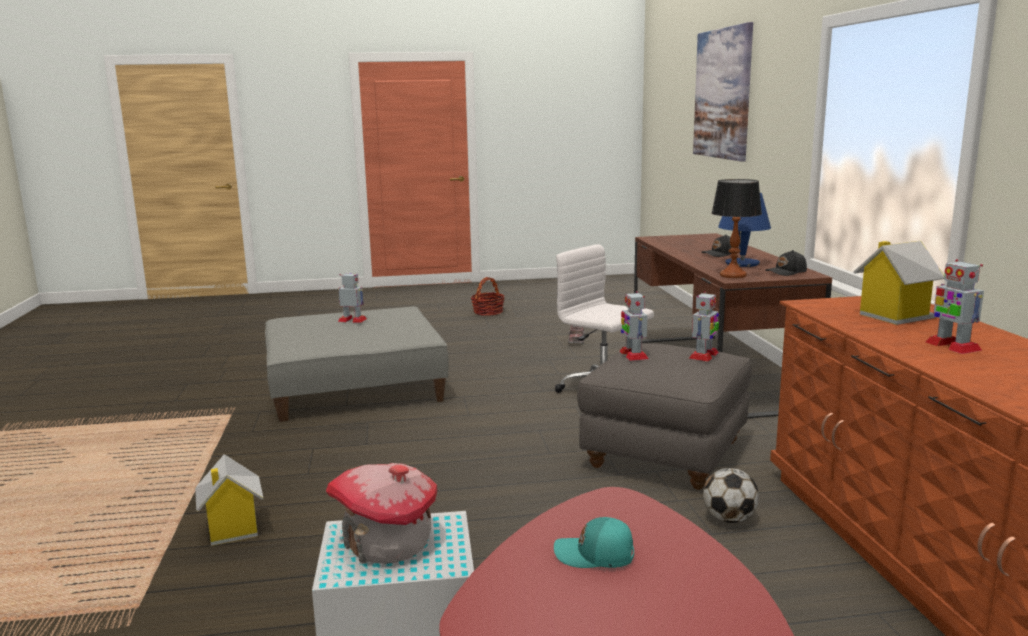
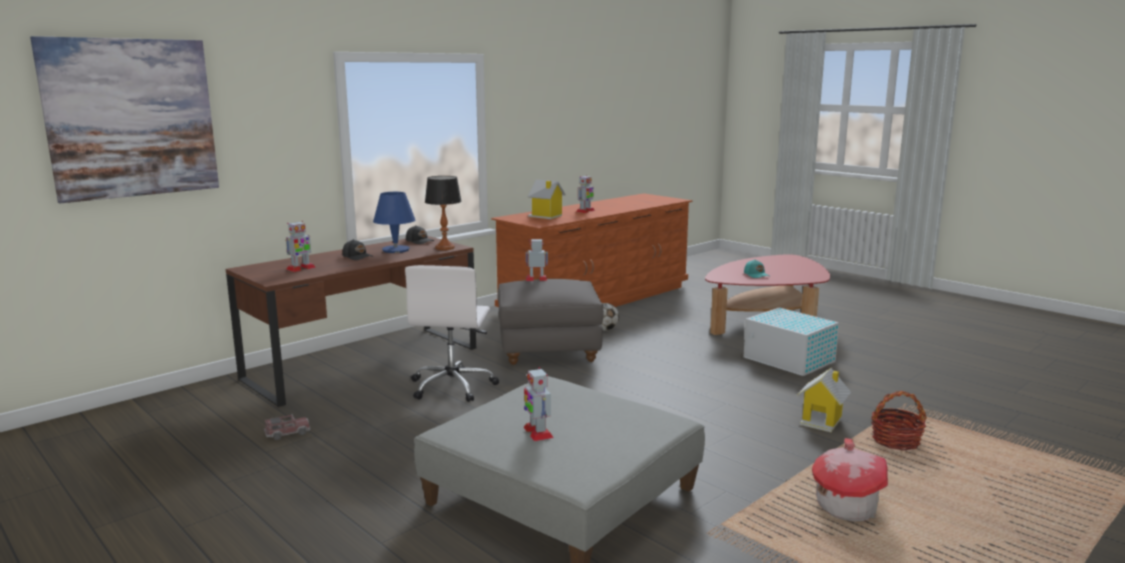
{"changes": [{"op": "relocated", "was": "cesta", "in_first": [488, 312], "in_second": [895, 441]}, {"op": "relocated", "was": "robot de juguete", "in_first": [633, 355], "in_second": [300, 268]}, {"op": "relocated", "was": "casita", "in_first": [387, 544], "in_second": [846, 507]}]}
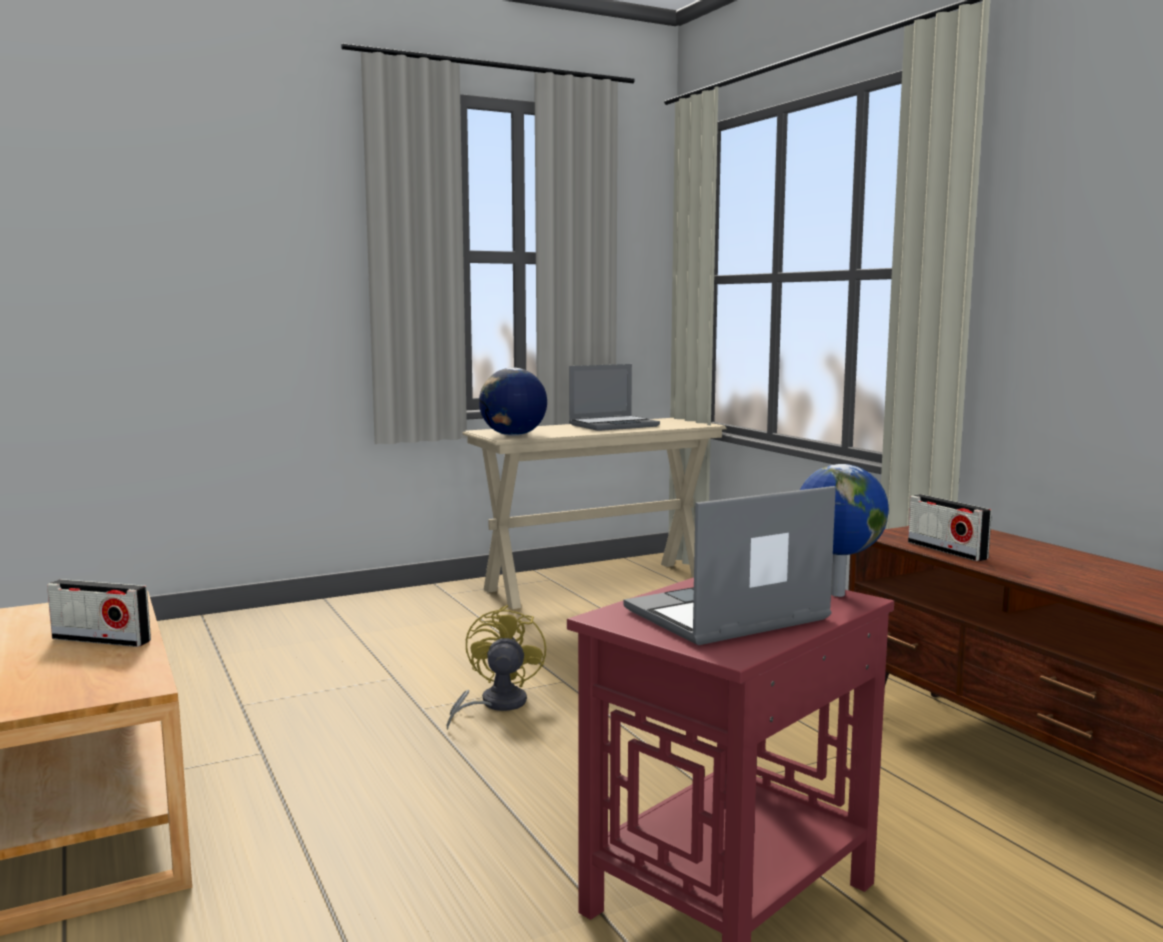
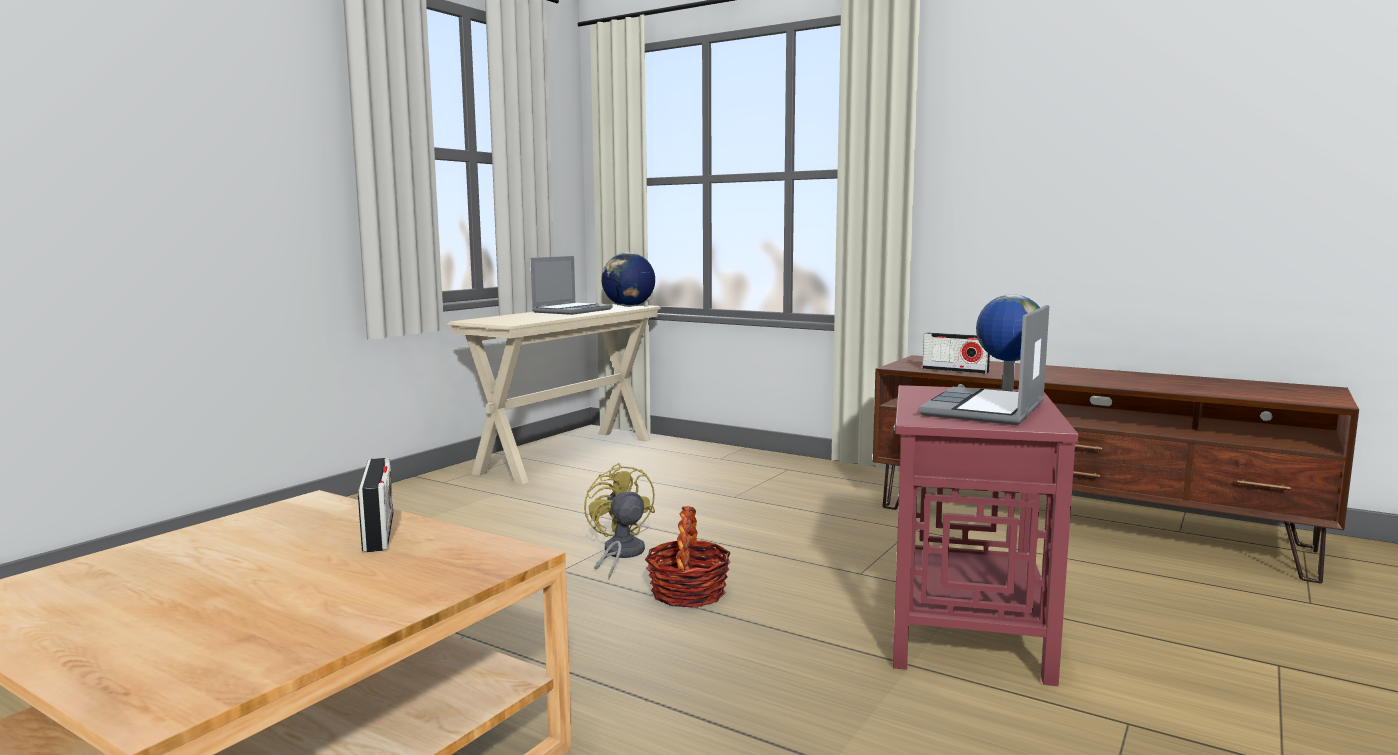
{"changes": [{"op": "relocated", "was": "globo terráqueo", "in_first": [513, 435], "in_second": [628, 306]}, {"op": "spun", "was": "radio", "in_first": [101, 640], "in_second": [379, 532], "clockwise": -90}, {"op": "appeared", "now": "cesta", "in_second": [688, 593]}]}
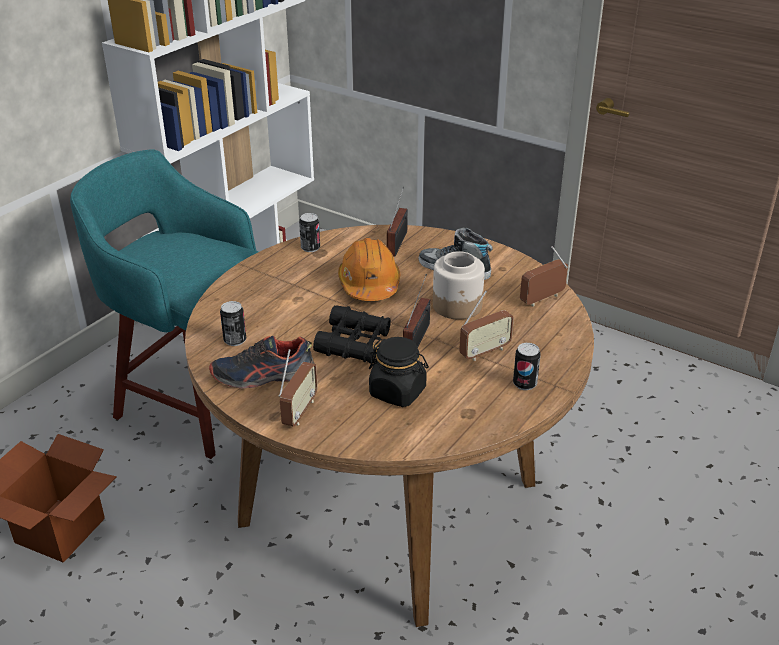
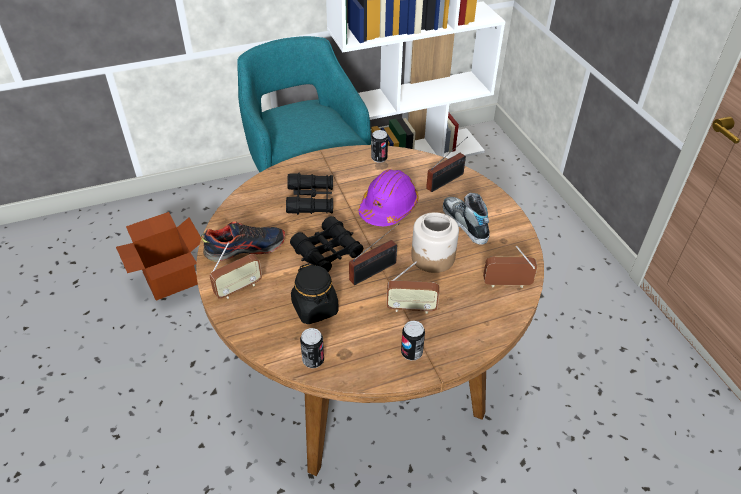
{"changes": [{"op": "colour", "was": "casco/naranja", "now": "casco/morado", "in_first": [369, 284], "in_second": [388, 208]}, {"op": "relocated", "was": "lata", "in_first": [235, 340], "in_second": [313, 360]}, {"op": "spun", "was": "zapato", "in_first": [263, 376], "in_second": [245, 248], "clockwise": 135}, {"op": "appeared", "now": "prismáticos/negro", "in_second": [311, 200]}]}
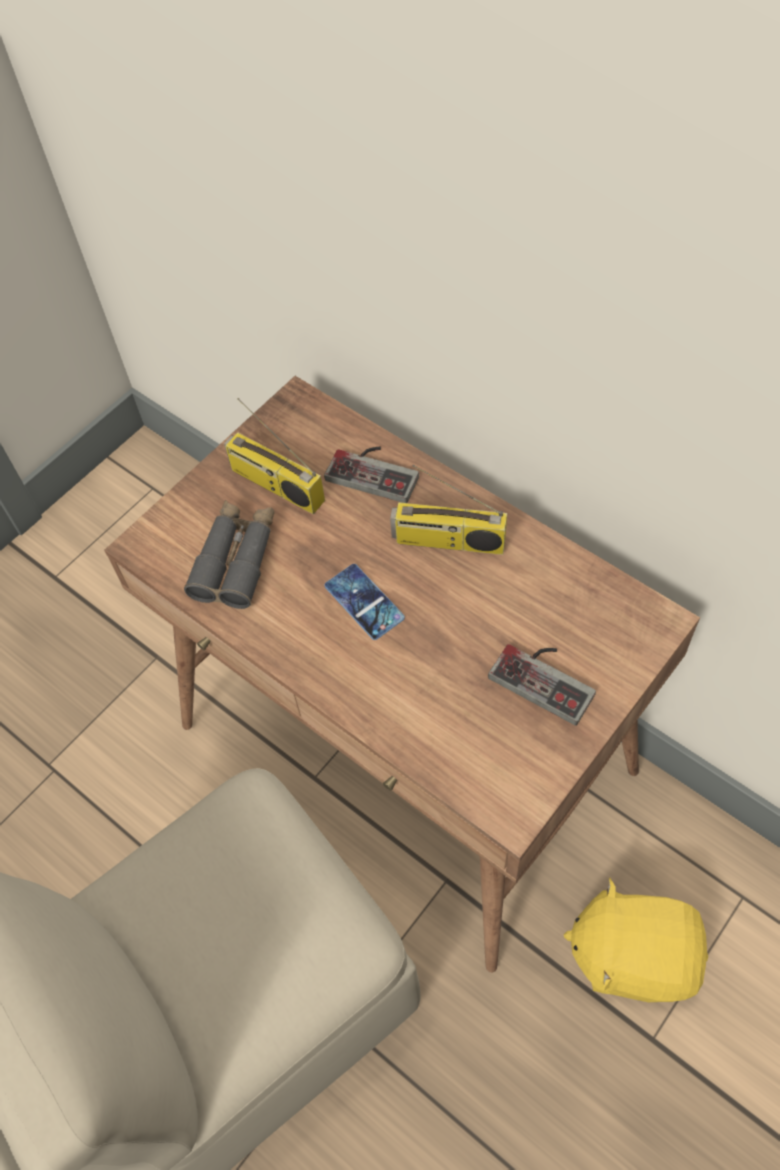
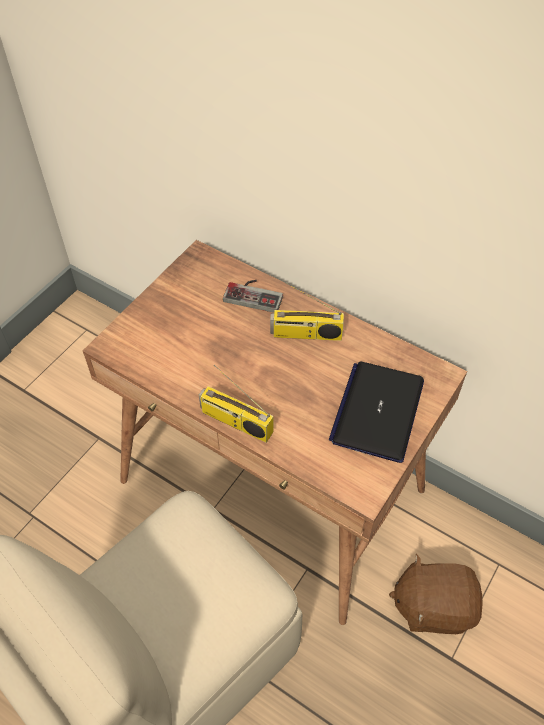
{"changes": [{"op": "relocated", "was": "radio", "in_first": [275, 485], "in_second": [235, 422]}, {"op": "missing", "was": "prismáticos/gris", "in_first": [236, 560]}, {"op": "missing", "was": "móvil", "in_first": [364, 602]}, {"op": "exchanged", "was": "mando de consola", "now": "portátil", "in_first": [547, 677], "in_second": [377, 411]}, {"op": "colour", "was": "peluche/amarillo", "now": "peluche/marrón", "in_first": [633, 954], "in_second": [433, 606]}]}
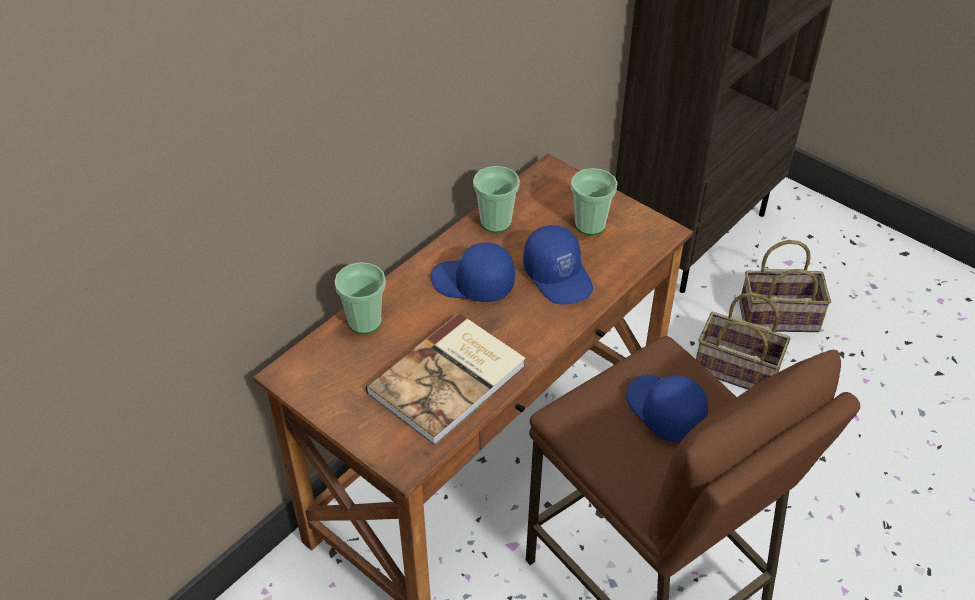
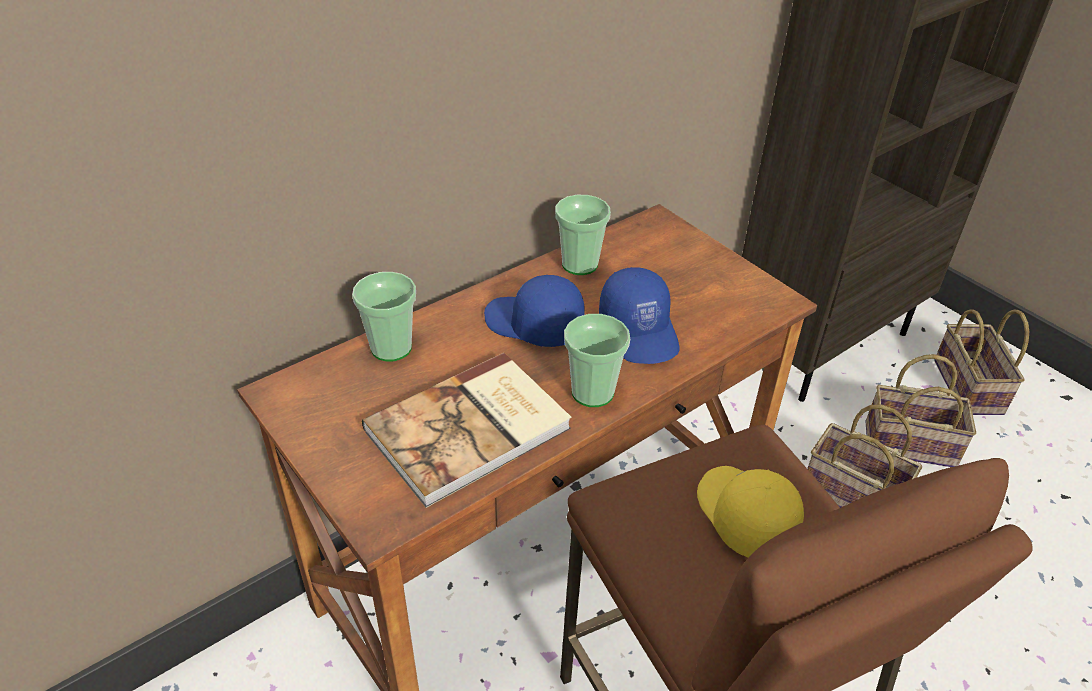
{"changes": [{"op": "relocated", "was": "taza", "in_first": [590, 225], "in_second": [592, 392]}, {"op": "colour", "was": "gorra/azul", "now": "gorra/amarillo", "in_first": [663, 411], "in_second": [743, 516]}, {"op": "appeared", "now": "cesta", "in_second": [970, 388]}]}
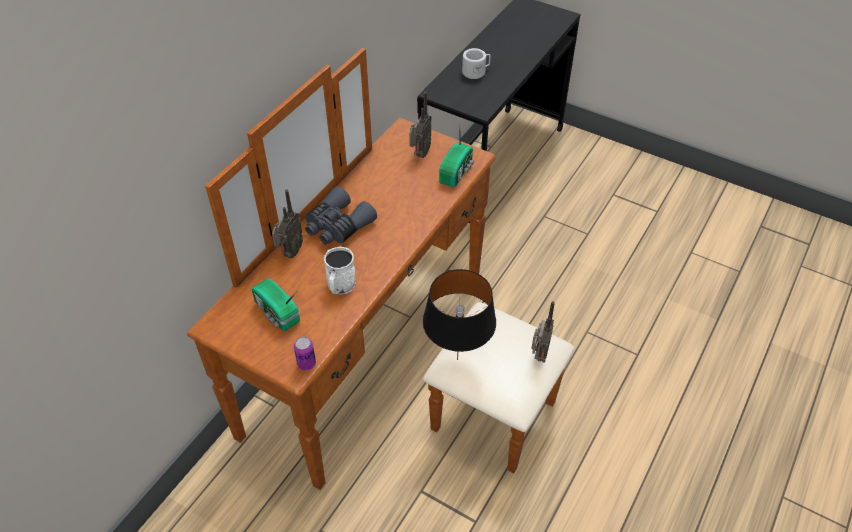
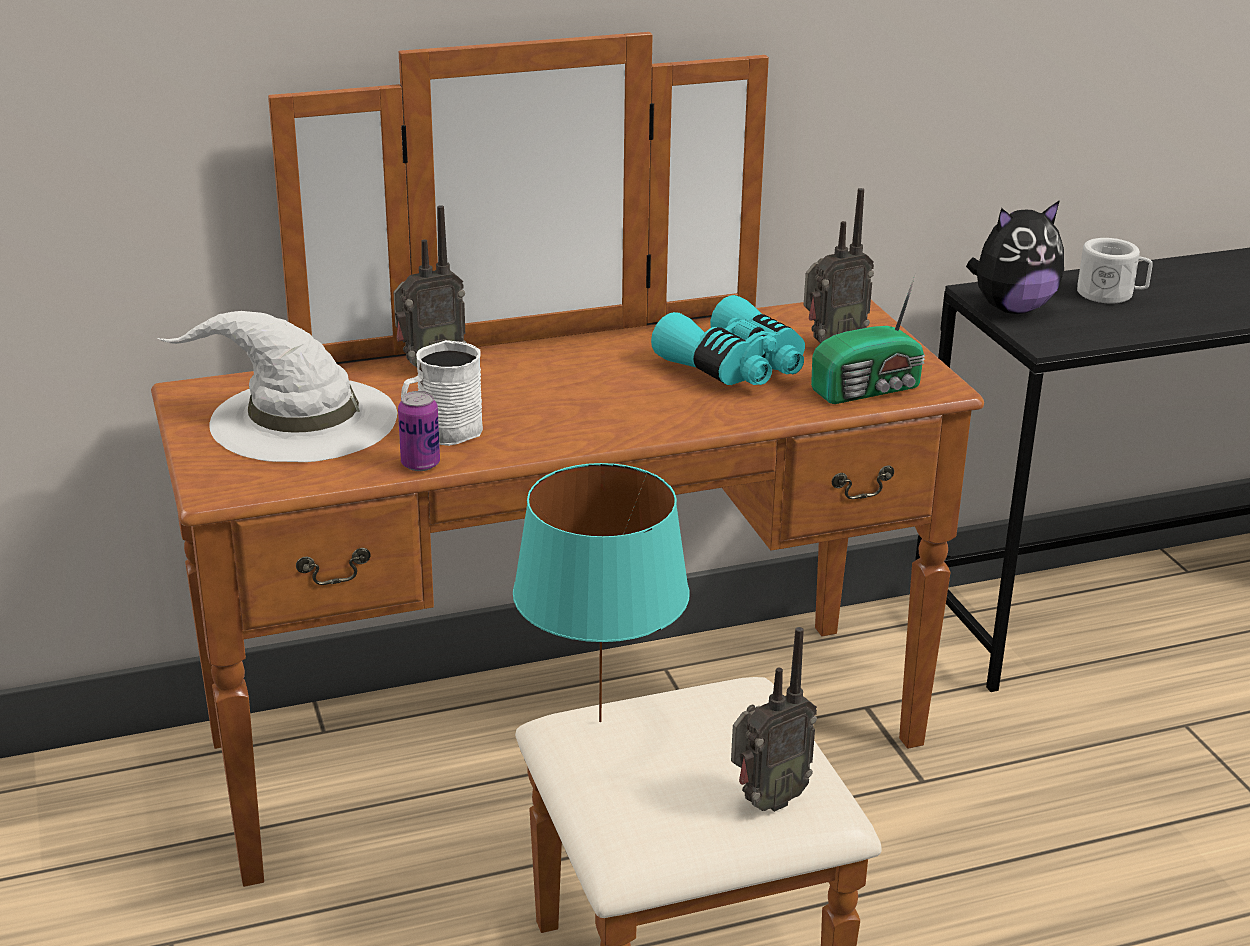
{"changes": [{"op": "missing", "was": "prismáticos/gris", "in_first": [337, 226]}, {"op": "colour", "was": "lámpara de mesa/negro", "now": "lámpara de mesa/turquesa", "in_first": [456, 359], "in_second": [599, 720]}, {"op": "exchanged", "was": "radio", "now": "sombrero/blanco", "in_first": [277, 313], "in_second": [300, 419]}, {"op": "relocated", "was": "lata", "in_first": [306, 363], "in_second": [420, 464]}, {"op": "appeared", "now": "peluche", "in_second": [1011, 308]}, {"op": "appeared", "now": "prismáticos/turquesa", "in_second": [736, 367]}]}
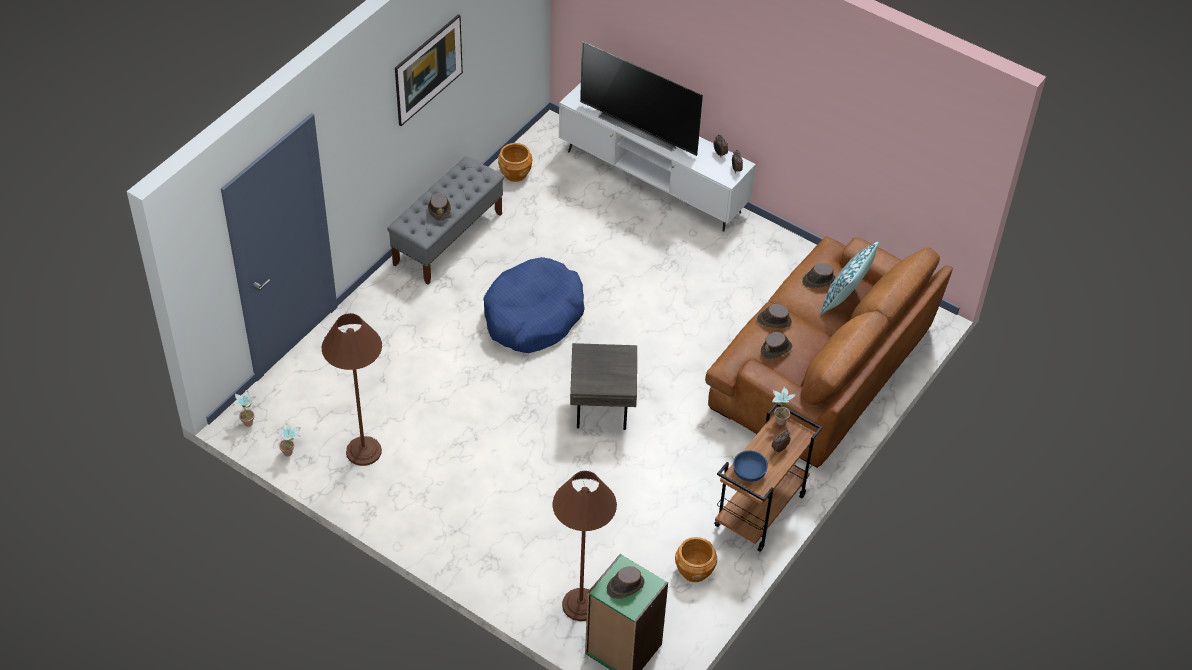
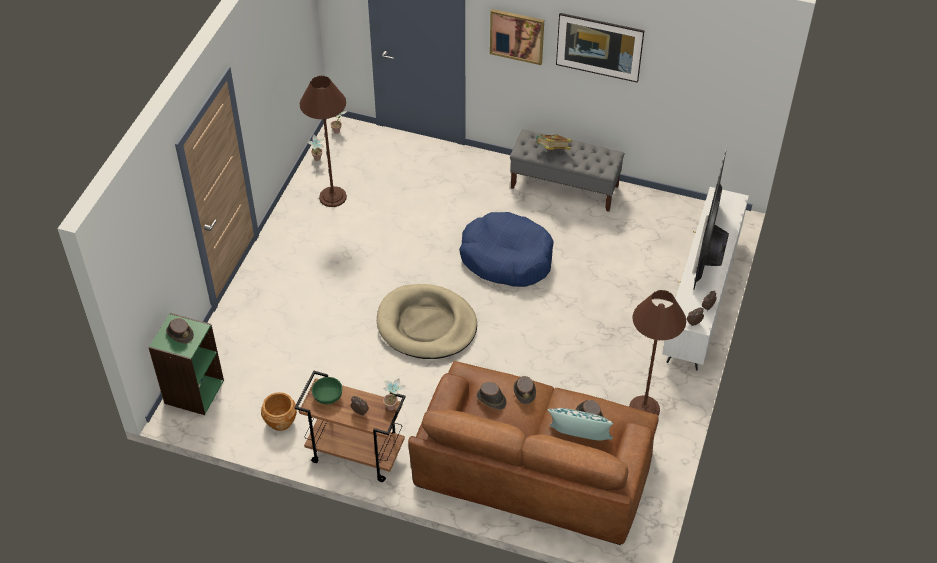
{"changes": [{"op": "missing", "was": "maceta/marrón", "in_first": [515, 173]}, {"op": "exchanged", "was": "sombrero/marrón", "now": "libro", "in_first": [439, 209], "in_second": [552, 151]}, {"op": "exchanged", "was": "mesa auxiliar/gris", "now": "cama para perro/beis", "in_first": [603, 408], "in_second": [426, 325]}, {"op": "colour", "was": "cuenco/azul", "now": "cuenco/verde", "in_first": [748, 472], "in_second": [327, 395]}, {"op": "relocated", "was": "lámpara de pie/marrón", "in_first": [581, 605], "in_second": [644, 409]}, {"op": "appeared", "now": "cuadro", "in_second": [517, 36]}]}
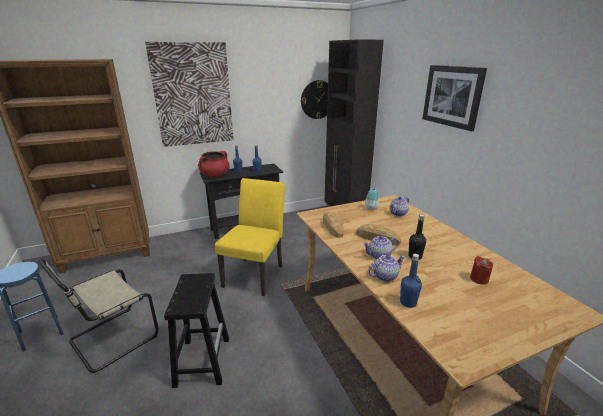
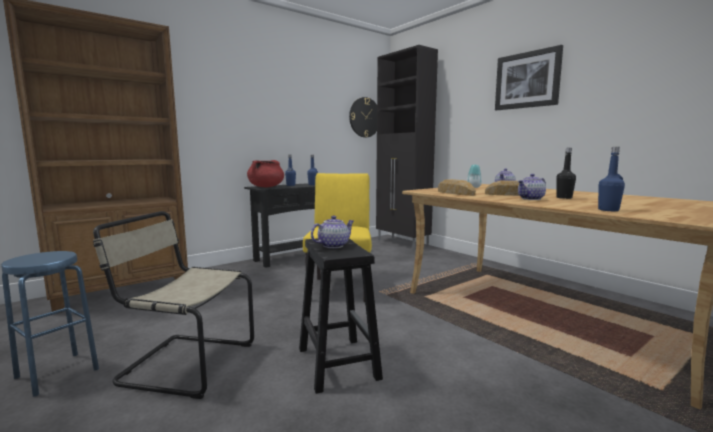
{"changes": [{"op": "missing", "was": "cuadro", "in_first": [193, 95]}, {"op": "relocated", "was": "tetera", "in_first": [385, 276], "in_second": [333, 245]}, {"op": "missing", "was": "vela/rojo", "in_first": [479, 279]}, {"op": "spun", "was": "silla/beis", "in_first": [111, 339], "in_second": [184, 363], "clockwise": 75}]}
